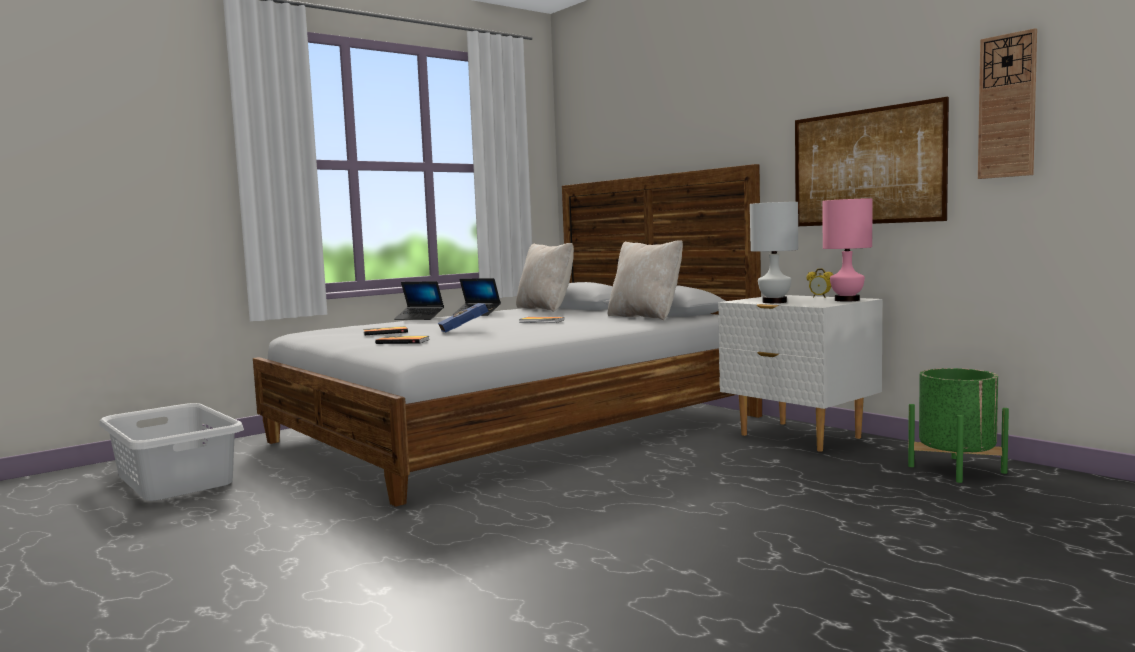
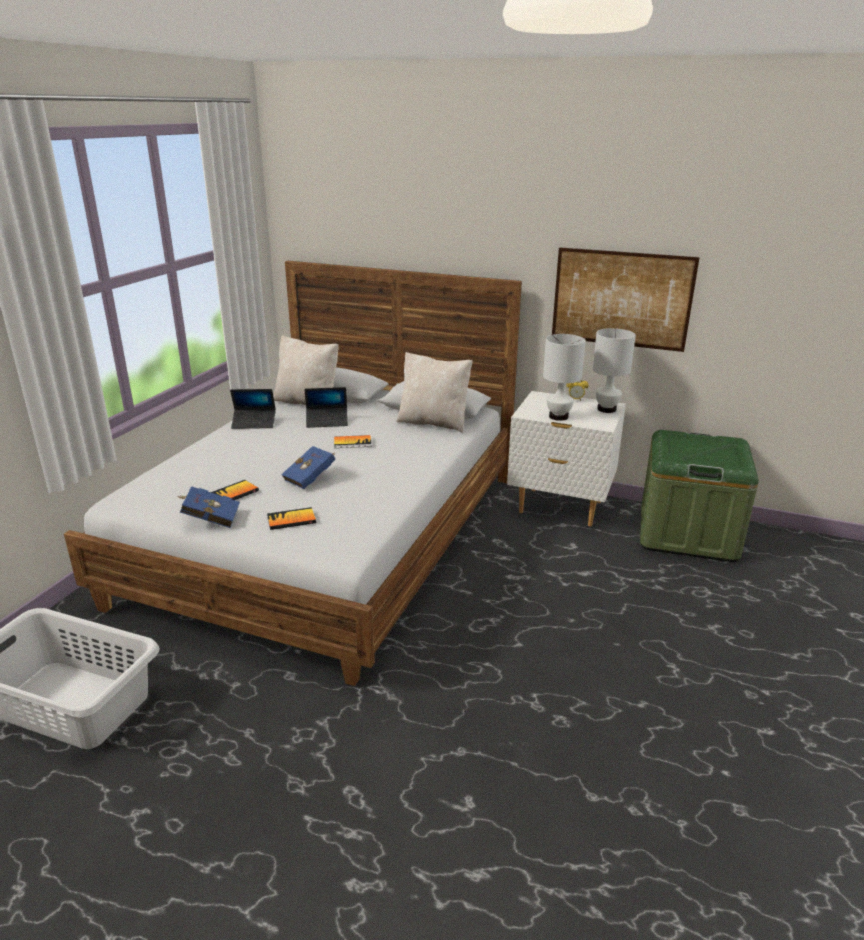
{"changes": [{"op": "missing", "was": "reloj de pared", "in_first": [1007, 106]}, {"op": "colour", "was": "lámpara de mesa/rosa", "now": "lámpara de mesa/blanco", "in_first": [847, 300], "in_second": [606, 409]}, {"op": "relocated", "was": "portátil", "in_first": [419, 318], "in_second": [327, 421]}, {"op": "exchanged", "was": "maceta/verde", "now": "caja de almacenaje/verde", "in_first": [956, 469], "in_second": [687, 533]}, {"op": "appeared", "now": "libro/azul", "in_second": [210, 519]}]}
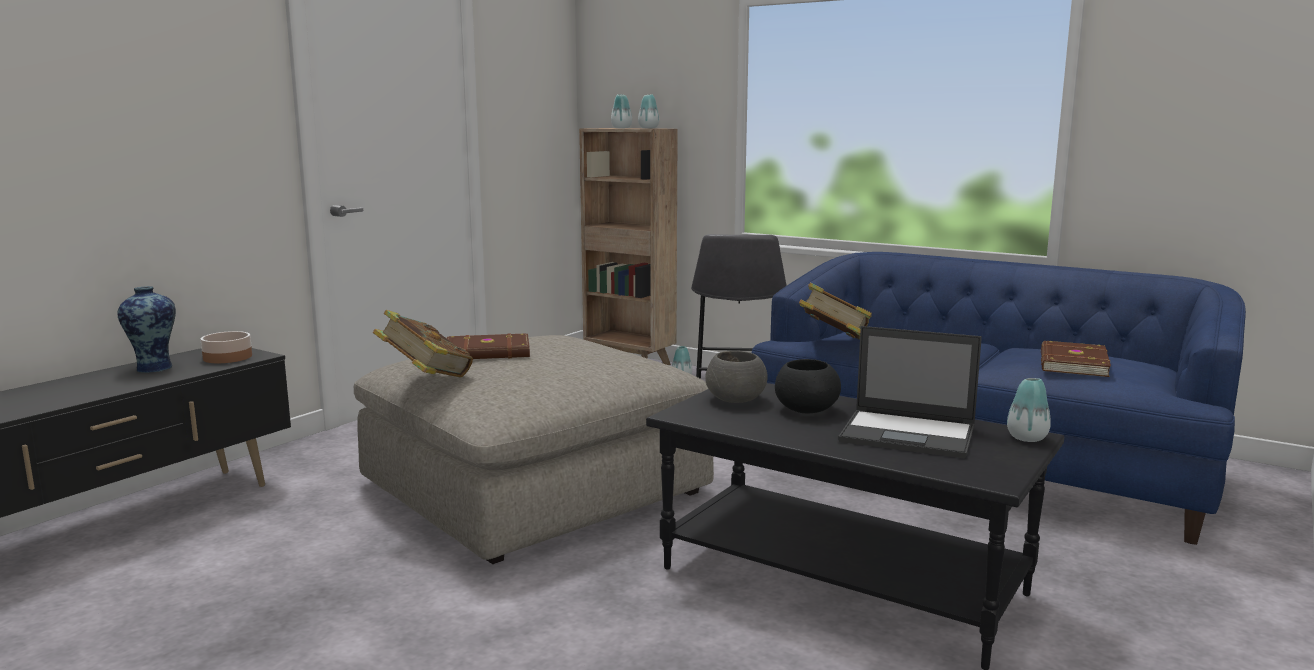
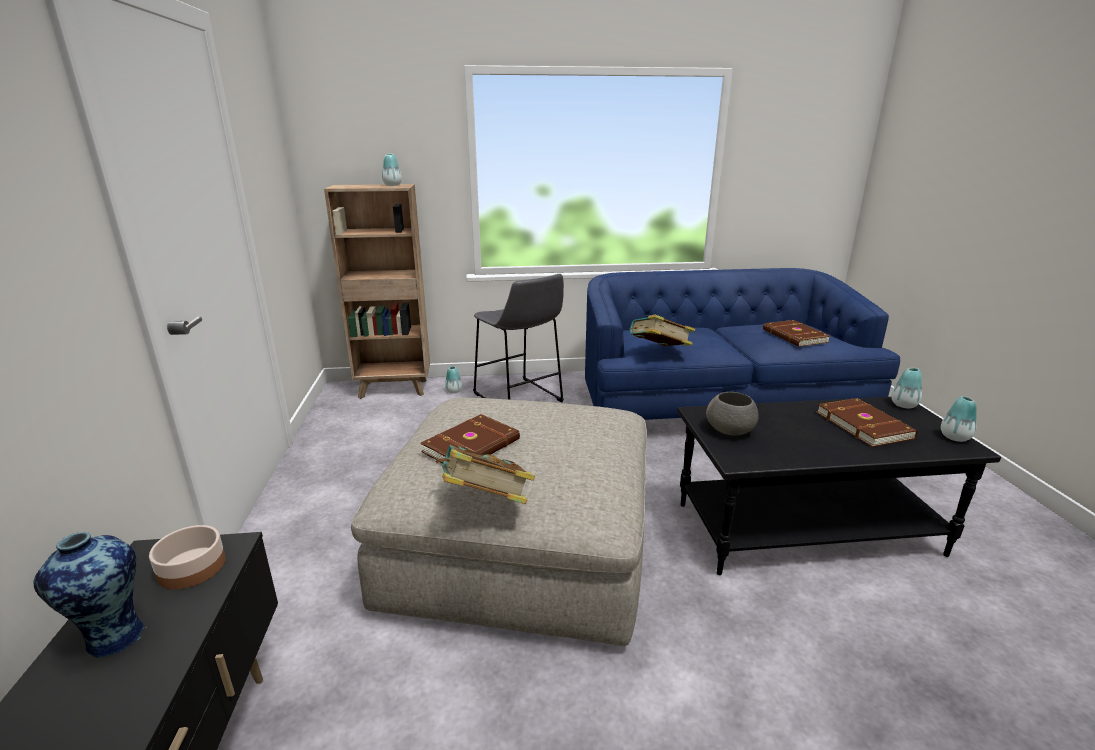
{"changes": [{"op": "relocated", "was": "florero", "in_first": [621, 128], "in_second": [954, 437]}, {"op": "exchanged", "was": "portátil", "now": "libro/marrón", "in_first": [909, 434], "in_second": [864, 425]}, {"op": "missing", "was": "cuenco/negro", "in_first": [805, 410]}]}
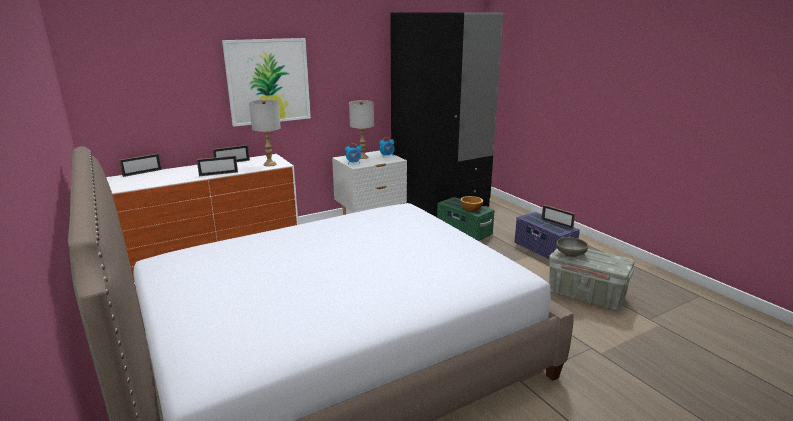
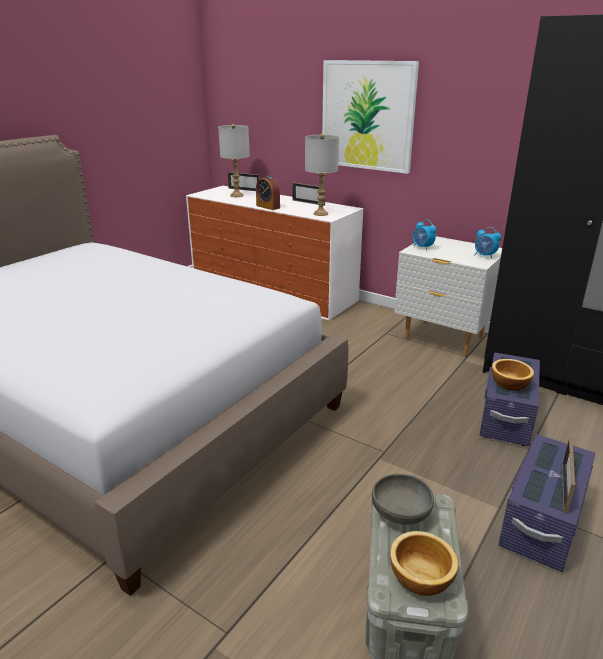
{"changes": [{"op": "relocated", "was": "lámpara de mesa/gris", "in_first": [362, 157], "in_second": [236, 195]}, {"op": "exchanged", "was": "portarretratos", "now": "despertador", "in_first": [218, 174], "in_second": [268, 207]}, {"op": "colour", "was": "caja de almacenaje/verde", "now": "caja de almacenaje/morado", "in_first": [464, 231], "in_second": [506, 417]}, {"op": "appeared", "now": "cuenco", "in_second": [419, 576]}]}
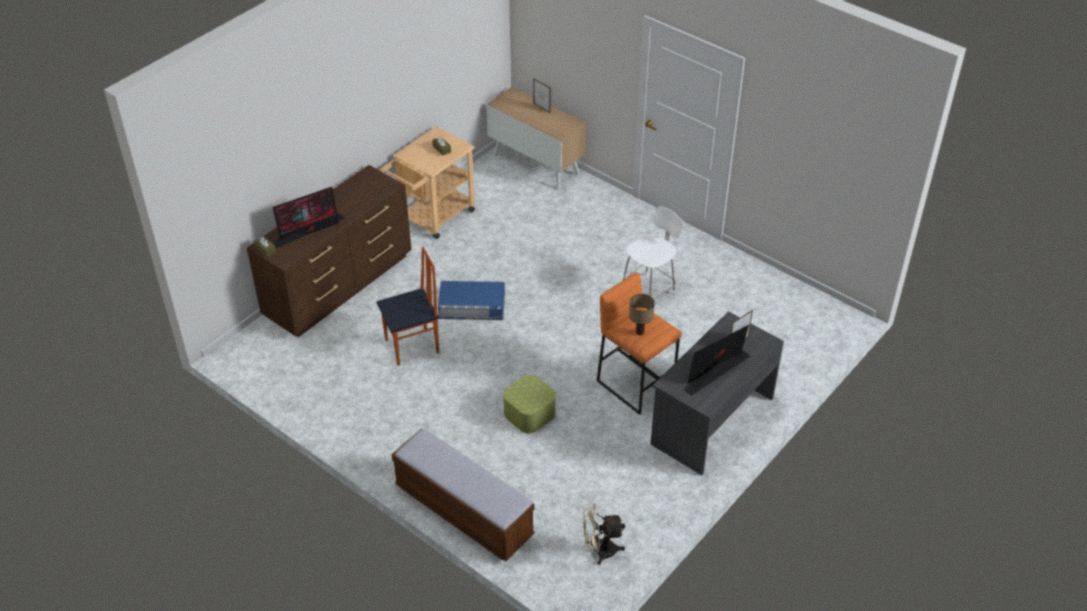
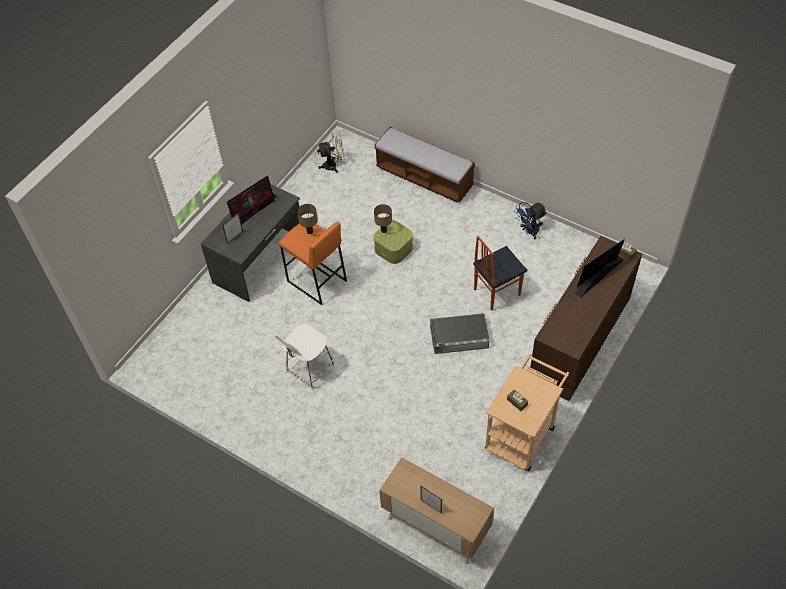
{"changes": [{"op": "colour", "was": "caja de almacenaje/azul", "now": "caja de almacenaje/gris", "in_first": [472, 306], "in_second": [459, 337]}, {"op": "appeared", "now": "ventilador/azul", "in_second": [529, 231]}, {"op": "appeared", "now": "lámpara de mesa", "in_second": [383, 230]}]}
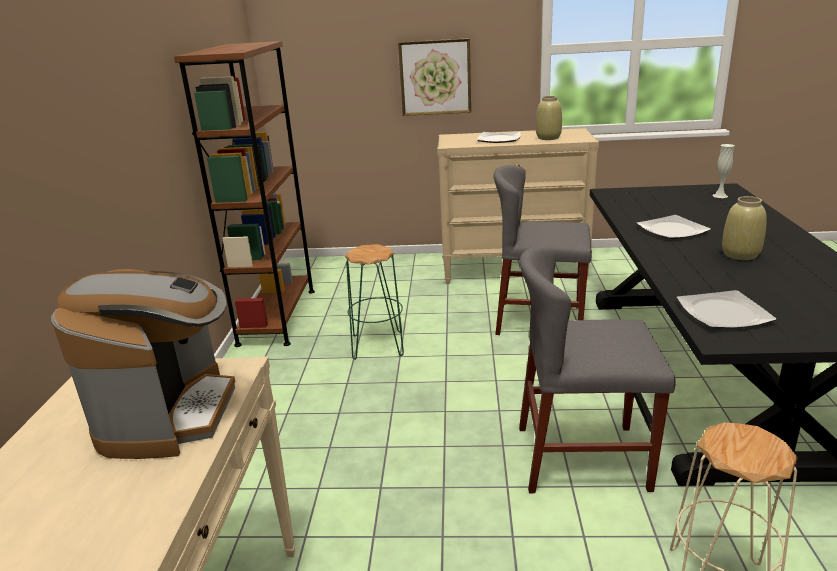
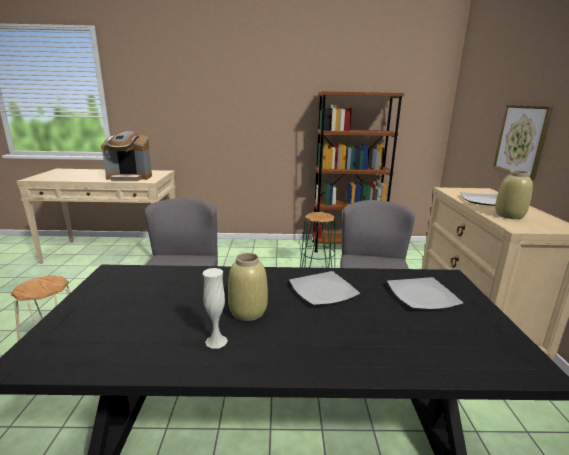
{"changes": [{"op": "relocated", "was": "florero/blanco", "in_first": [720, 196], "in_second": [216, 341]}, {"op": "relocated", "was": "plato", "in_first": [723, 313], "in_second": [423, 296]}]}
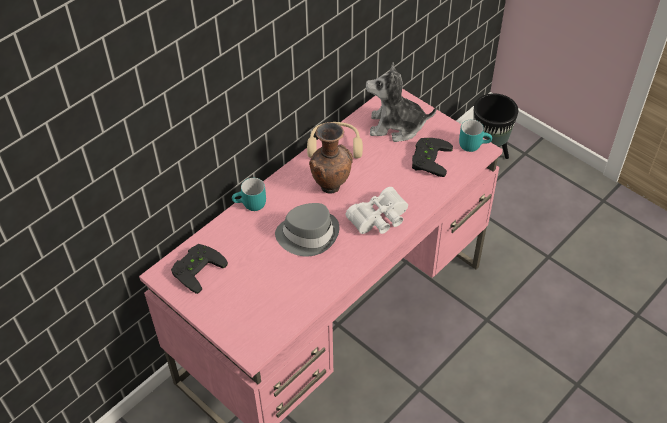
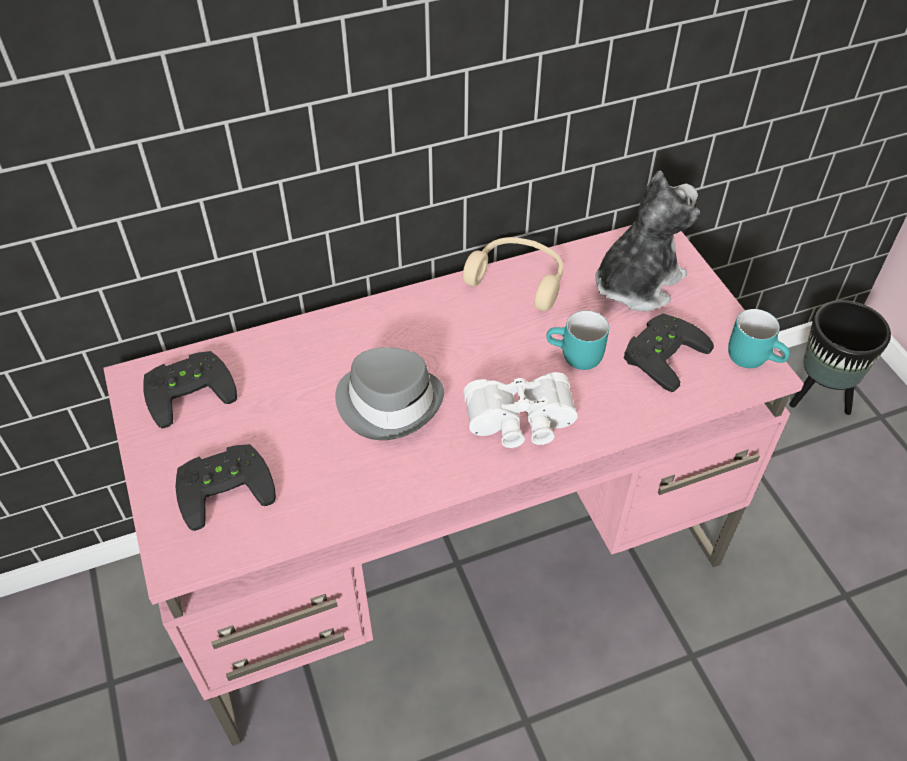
{"changes": [{"op": "spun", "was": "peluche", "in_first": [396, 126], "in_second": [636, 283], "clockwise": 105}, {"op": "missing", "was": "florero/marrón", "in_first": [330, 186]}, {"op": "relocated", "was": "taza grande/turquesa", "in_first": [251, 205], "in_second": [575, 357]}, {"op": "appeared", "now": "mando de consola/negro", "in_second": [224, 484]}]}
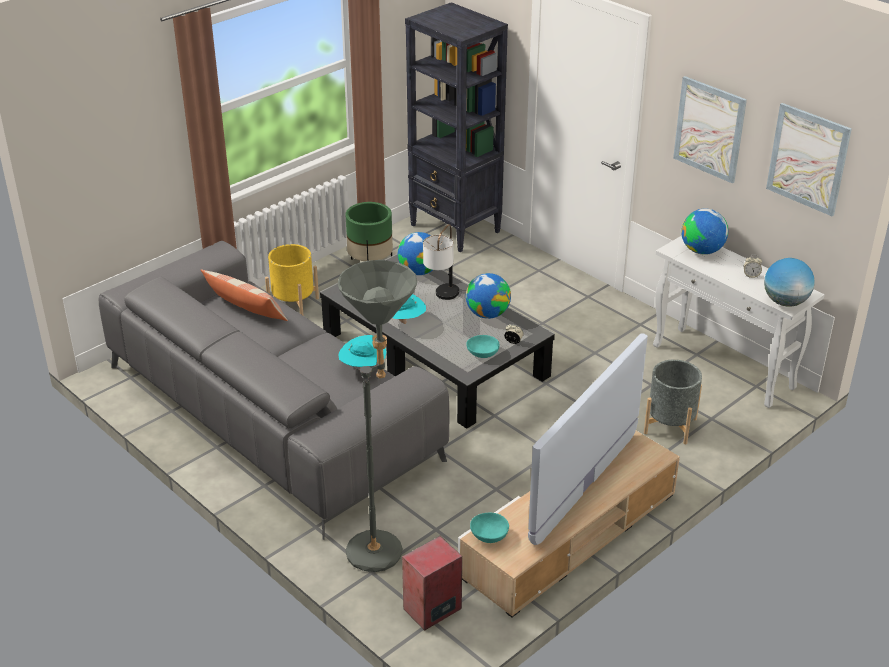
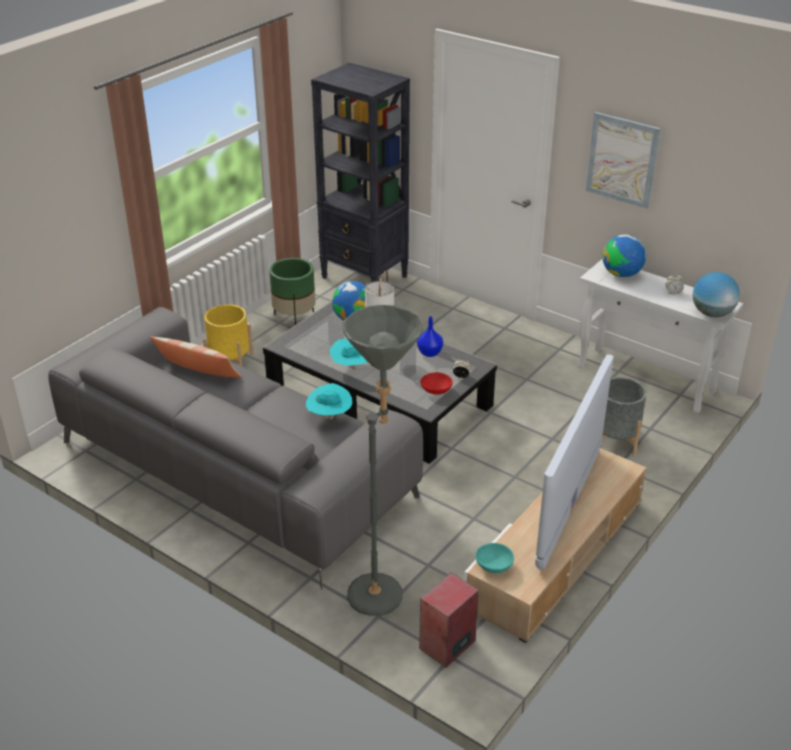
{"changes": [{"op": "missing", "was": "cuadro", "in_first": [808, 159]}, {"op": "exchanged", "was": "globo terráqueo", "now": "florero/azul", "in_first": [487, 314], "in_second": [429, 352]}, {"op": "colour", "was": "cuenco/turquesa", "now": "cuenco/rojo", "in_first": [483, 353], "in_second": [436, 390]}]}
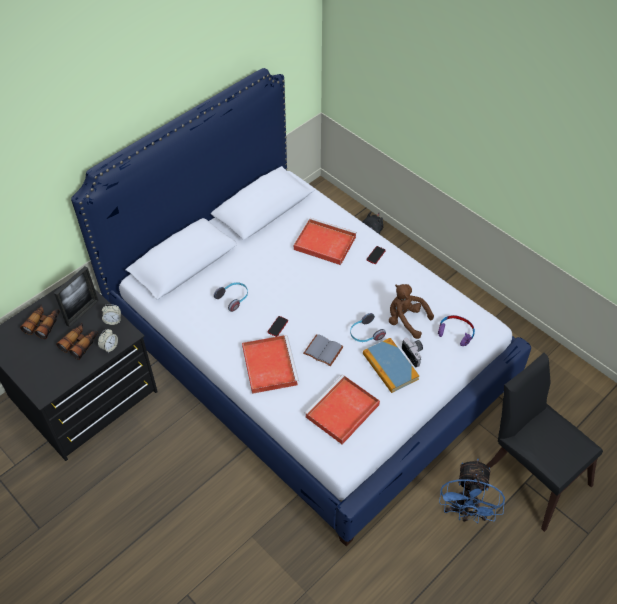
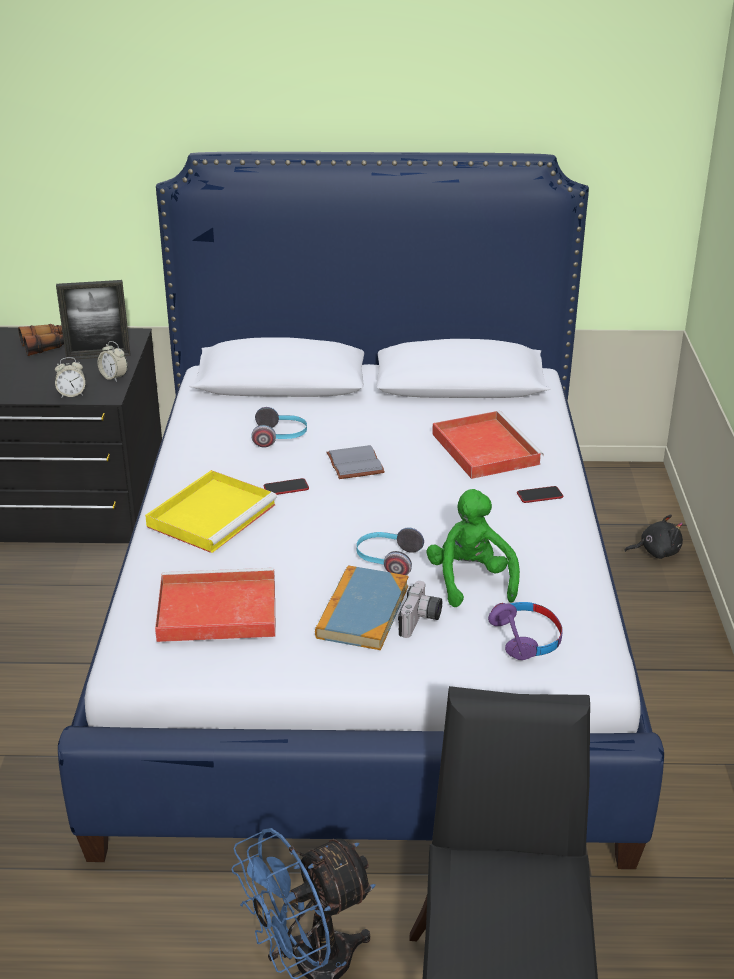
{"changes": [{"op": "colour", "was": "peluche/marrón", "now": "peluche/verde", "in_first": [406, 320], "in_second": [470, 581]}, {"op": "missing", "was": "prismáticos", "in_first": [80, 343]}, {"op": "relocated", "was": "libro/gris", "in_first": [322, 351], "in_second": [353, 464]}, {"op": "colour", "was": "bandeja/rojo", "now": "bandeja/amarillo", "in_first": [268, 364], "in_second": [212, 514]}]}
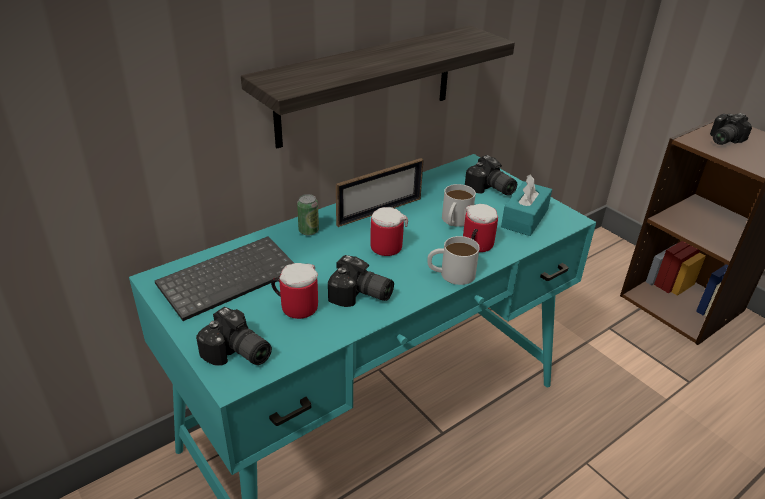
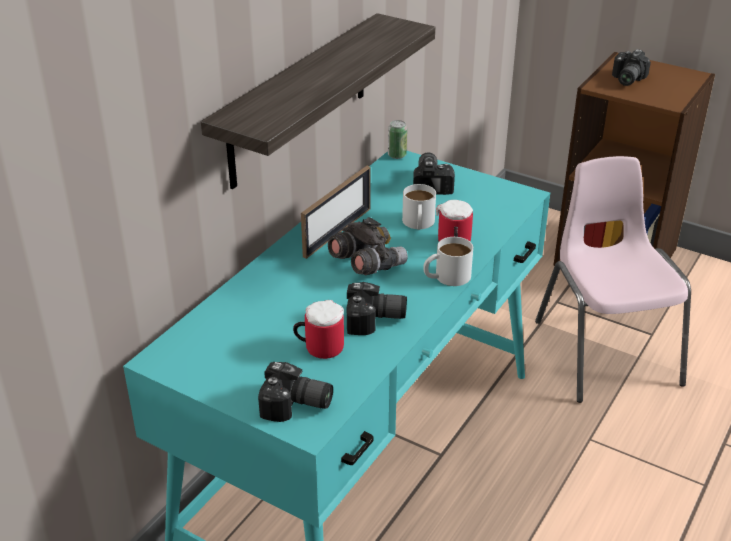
{"changes": [{"op": "spun", "was": "cámara", "in_first": [490, 189], "in_second": [433, 182], "clockwise": -120}, {"op": "missing", "was": "caja de pañuelos/turquesa", "in_first": [524, 218]}, {"op": "relocated", "was": "lata", "in_first": [308, 231], "in_second": [397, 155]}, {"op": "exchanged", "was": "taza grande", "now": "prismáticos/gris", "in_first": [386, 245], "in_second": [366, 265]}, {"op": "missing", "was": "teclado", "in_first": [229, 277]}, {"op": "appeared", "now": "silla/rosa", "in_second": [605, 351]}]}
